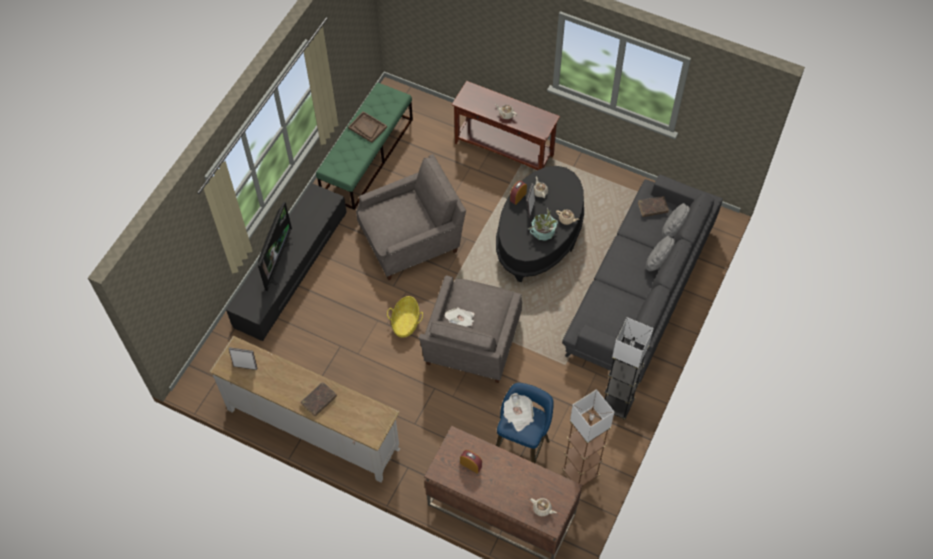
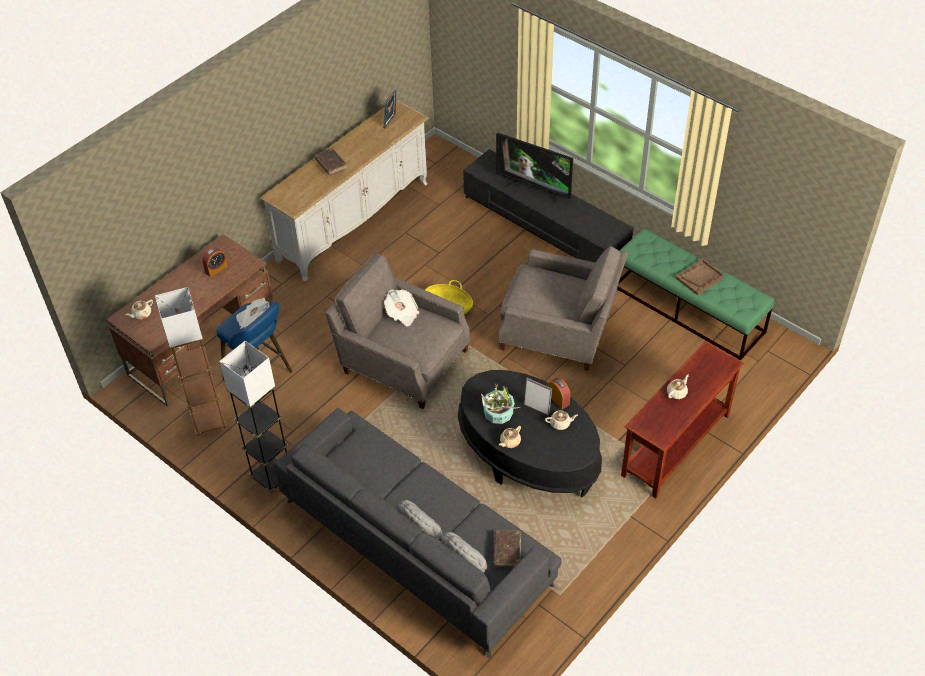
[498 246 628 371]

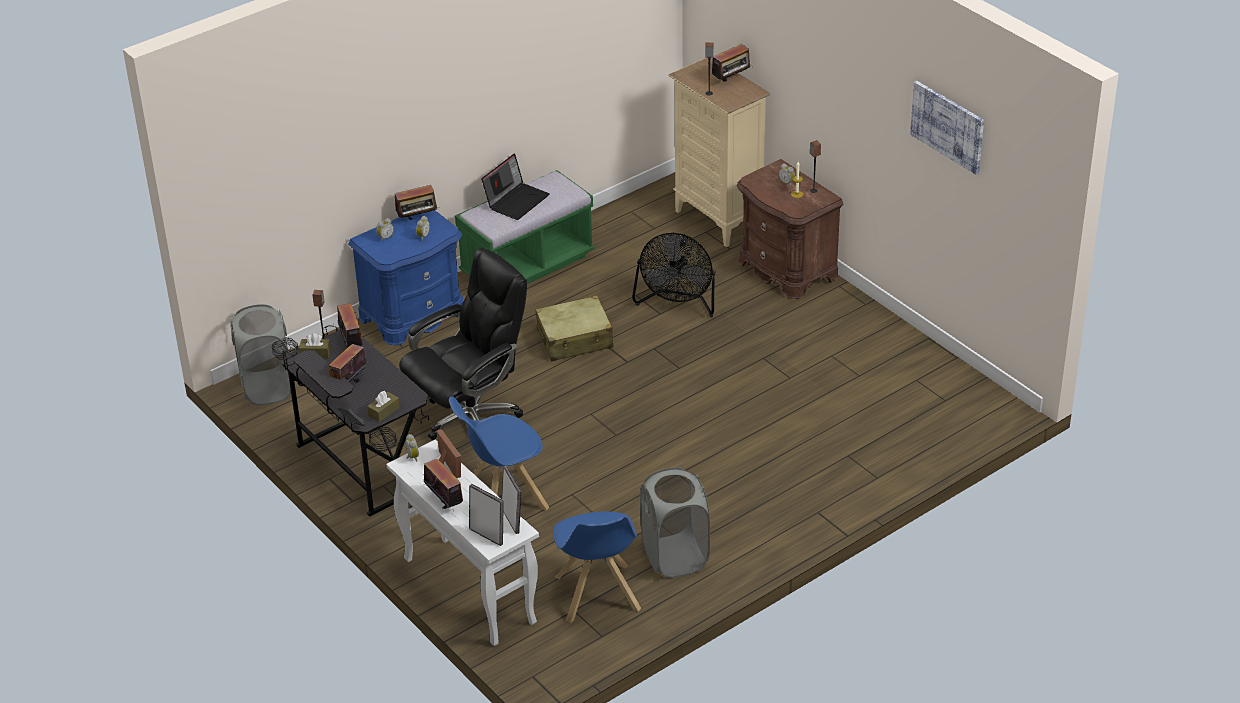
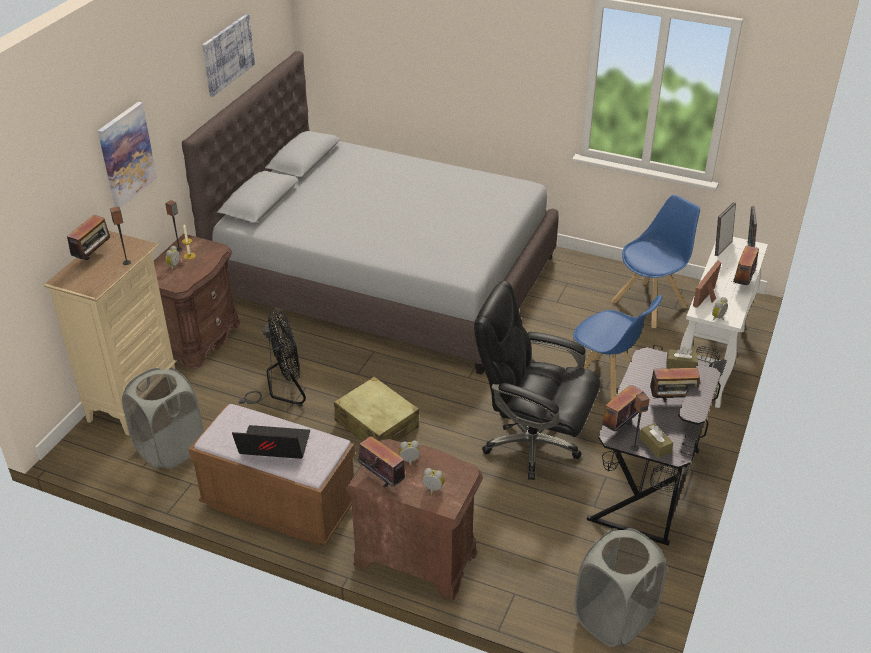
[67 215 111 260]
[189 404 355 546]
[345 439 483 600]
[122 368 203 469]
[182 51 559 375]
[98 102 157 208]

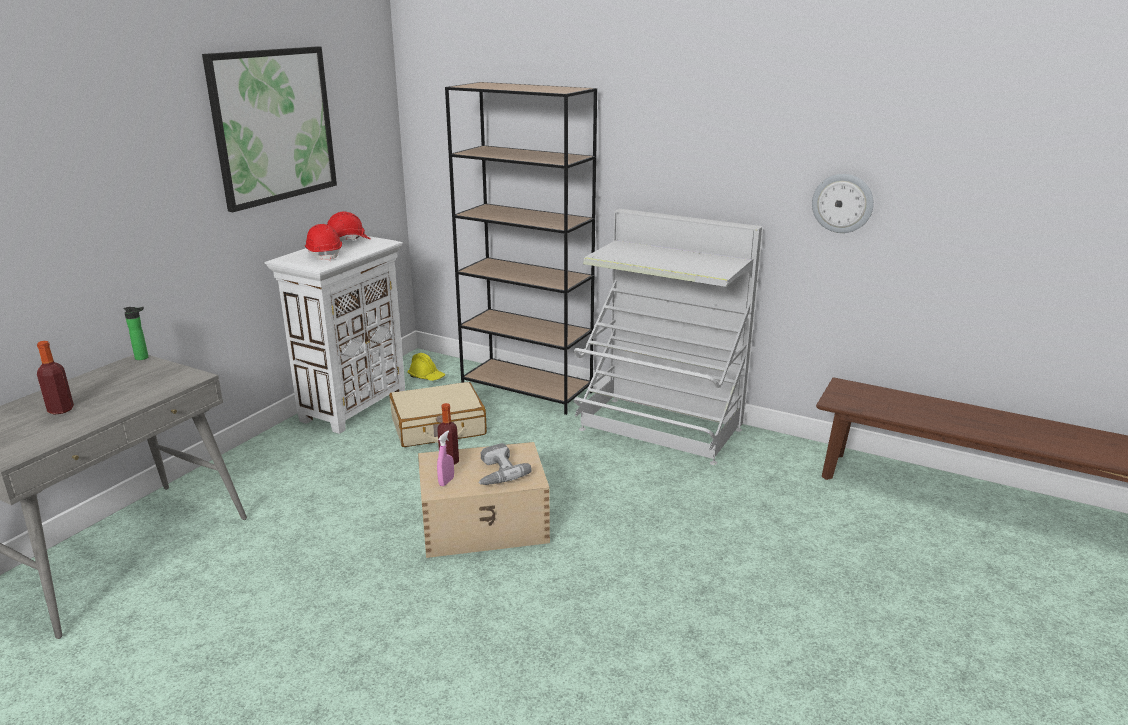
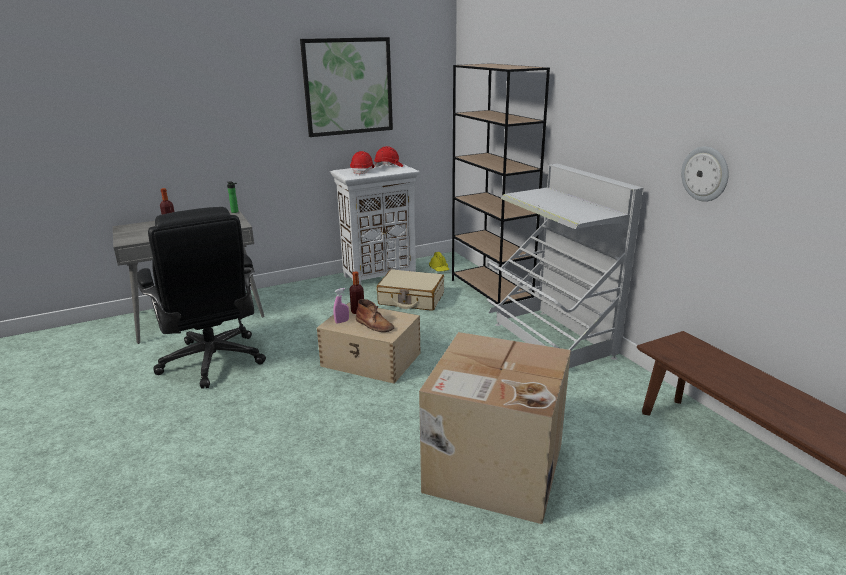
[356 299 394 332]
[137 207 266 389]
[419 332 571 524]

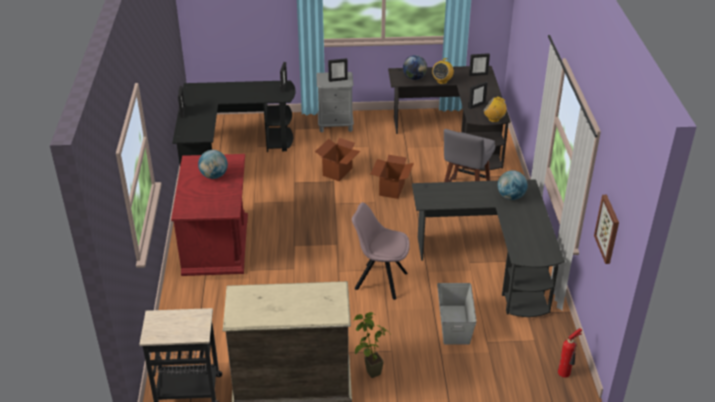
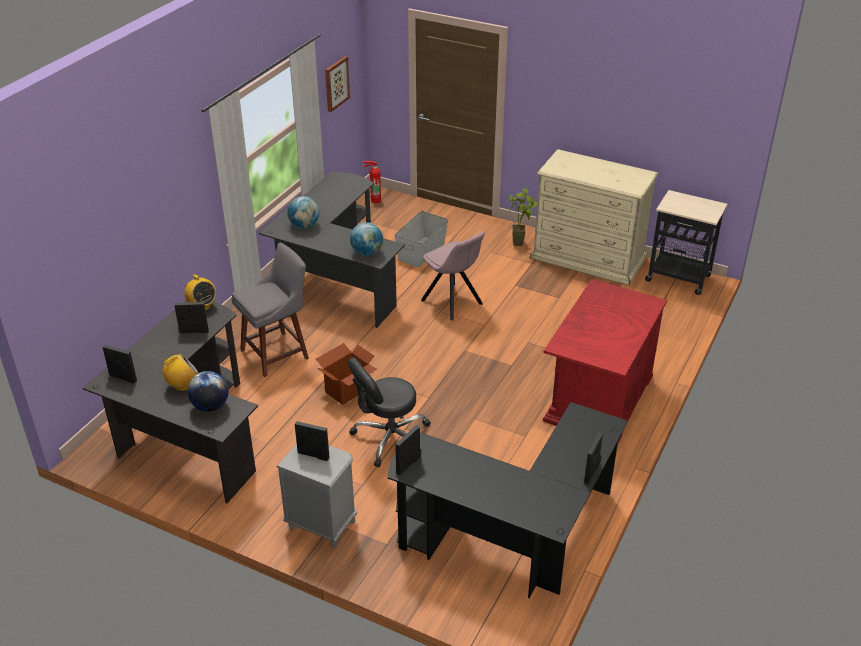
[347 357 431 467]
[350 222 383 256]

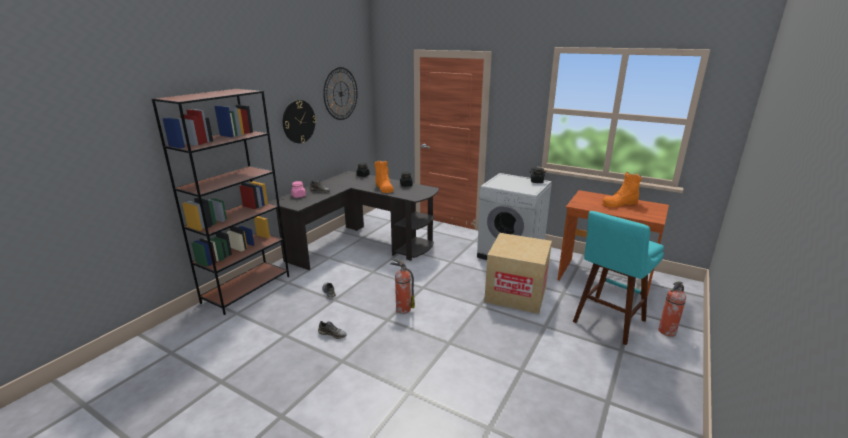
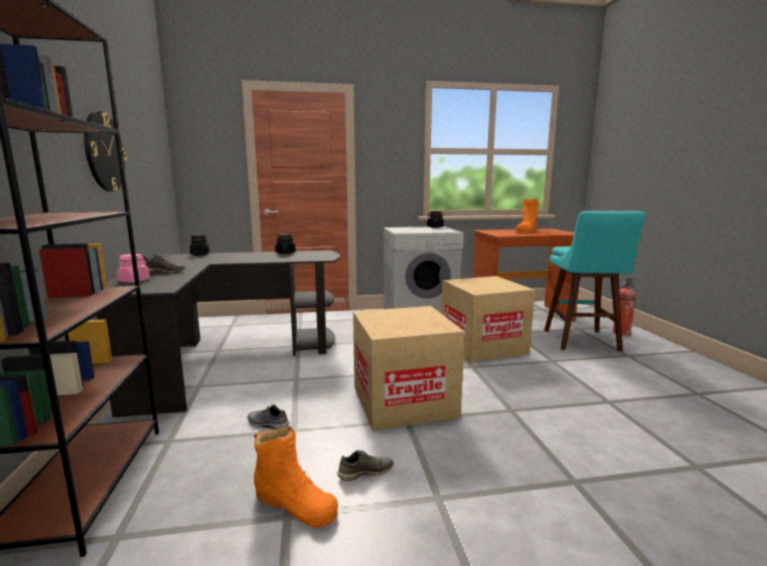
[323 67 358 120] (first image)
[254 426 338 528]
[353 306 465 430]

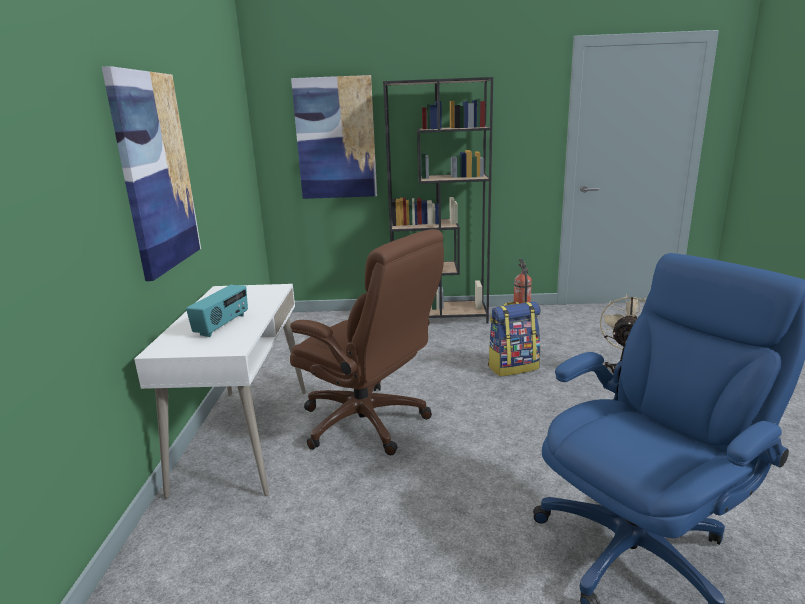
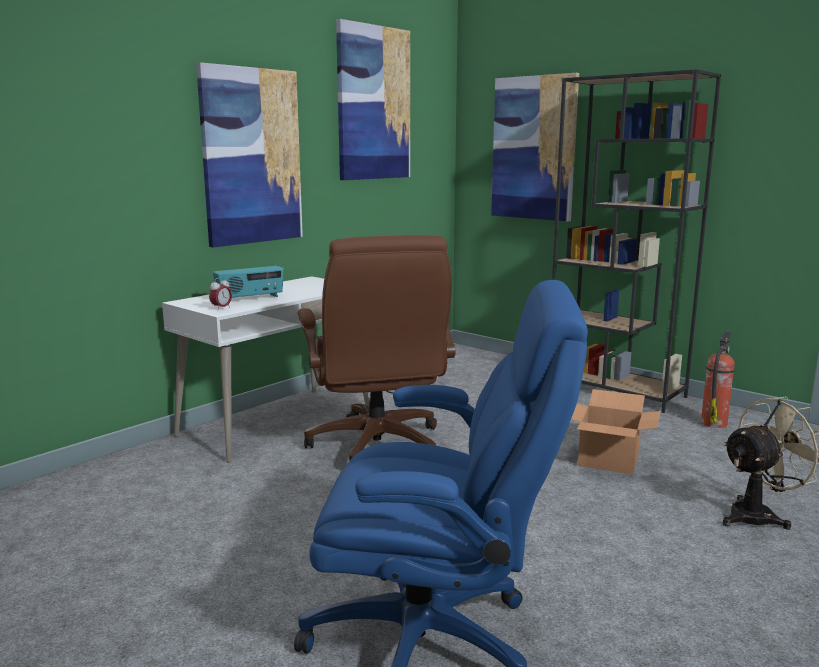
[571 389 661 475]
[336 19 410 180]
[209 277 232 309]

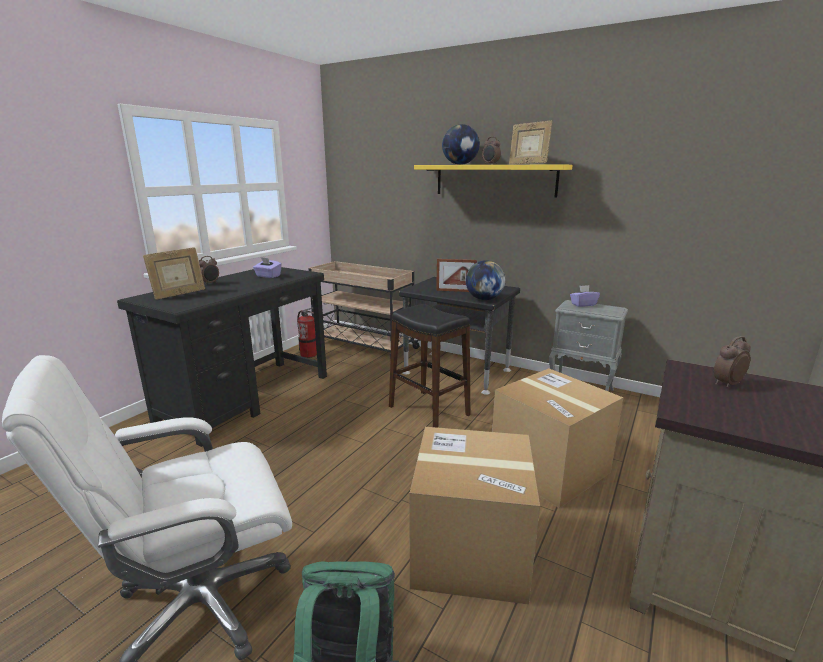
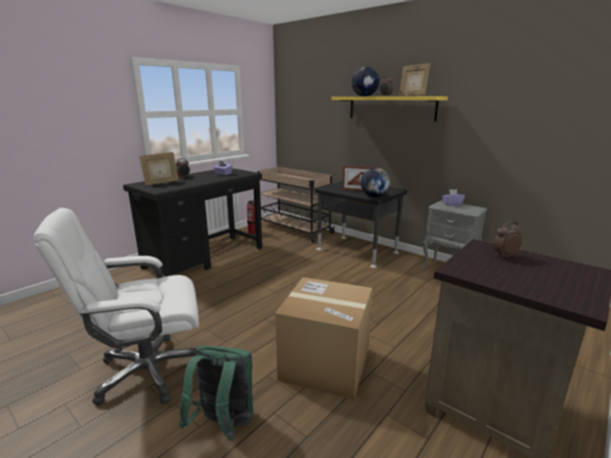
[389 304 470 428] (first image)
[492 368 624 508] (first image)

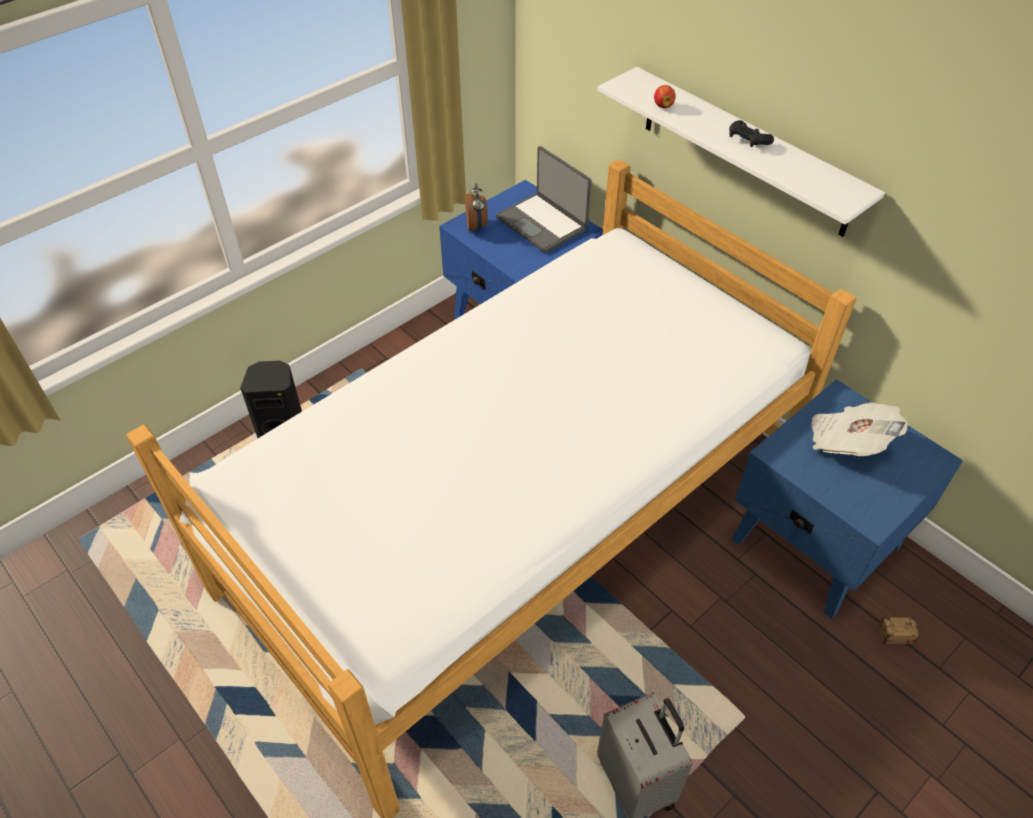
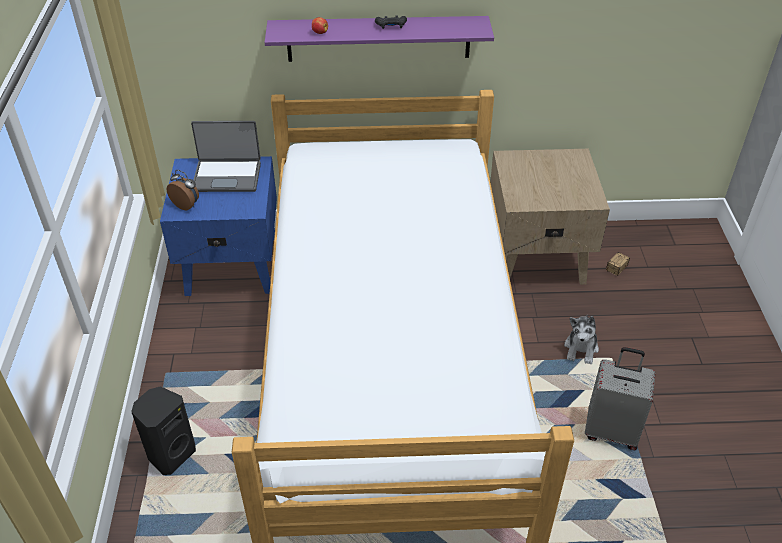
[265 16 494 62]
[490 149 610 285]
[812 402 908 456] (first image)
[564 315 599 364]

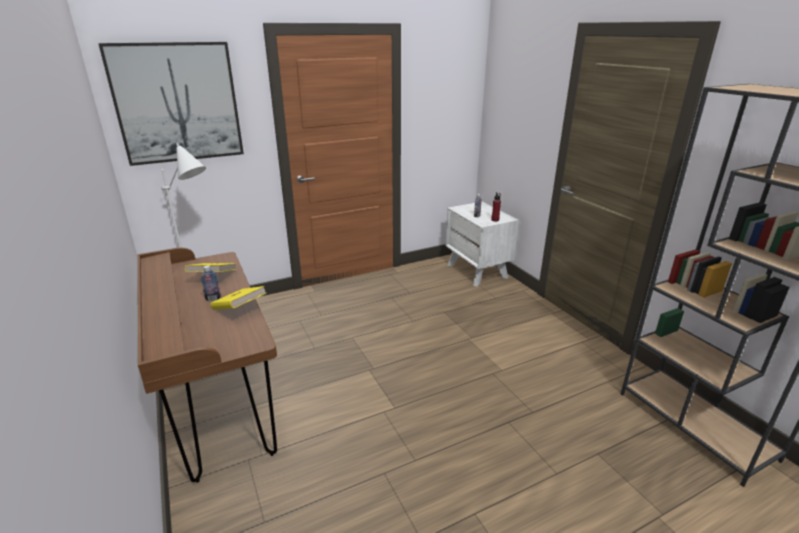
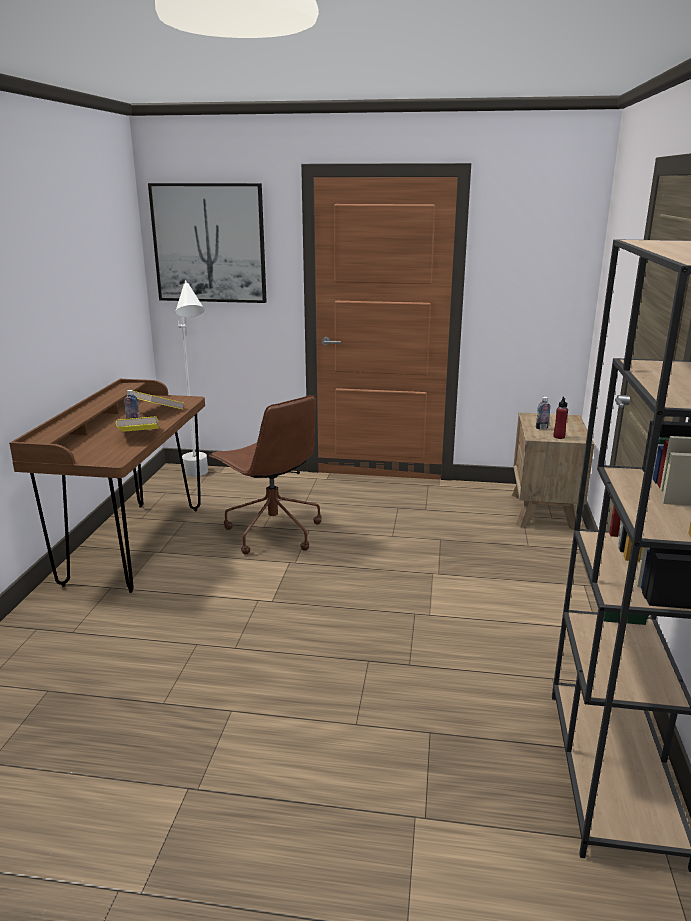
[512 412 594 530]
[209 395 322 555]

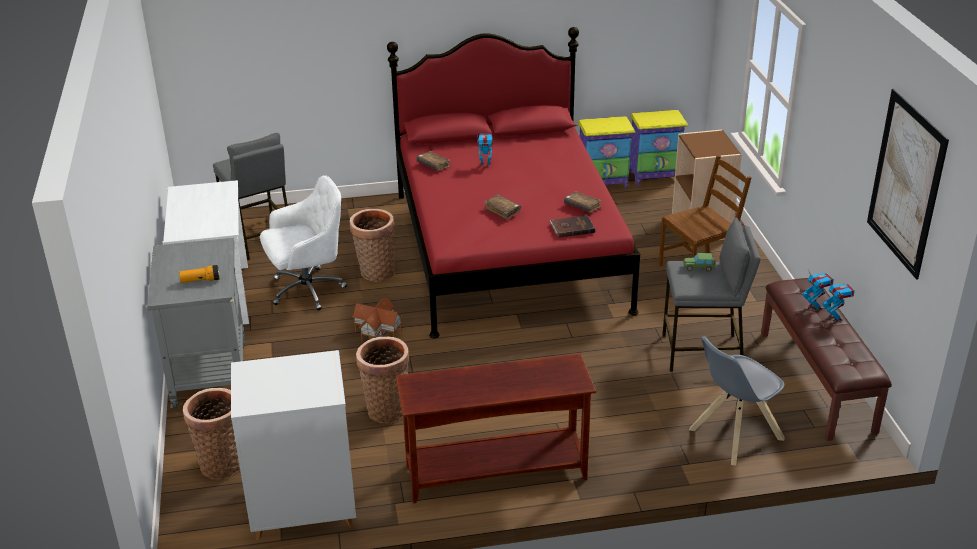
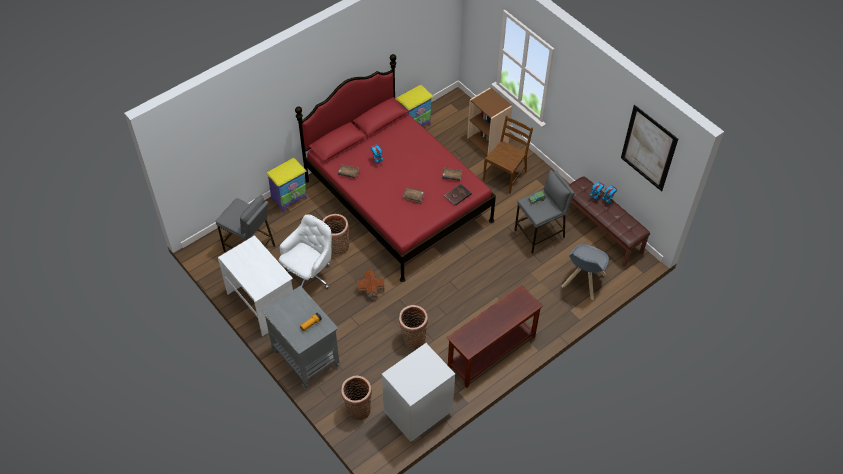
[266 158 307 212]

